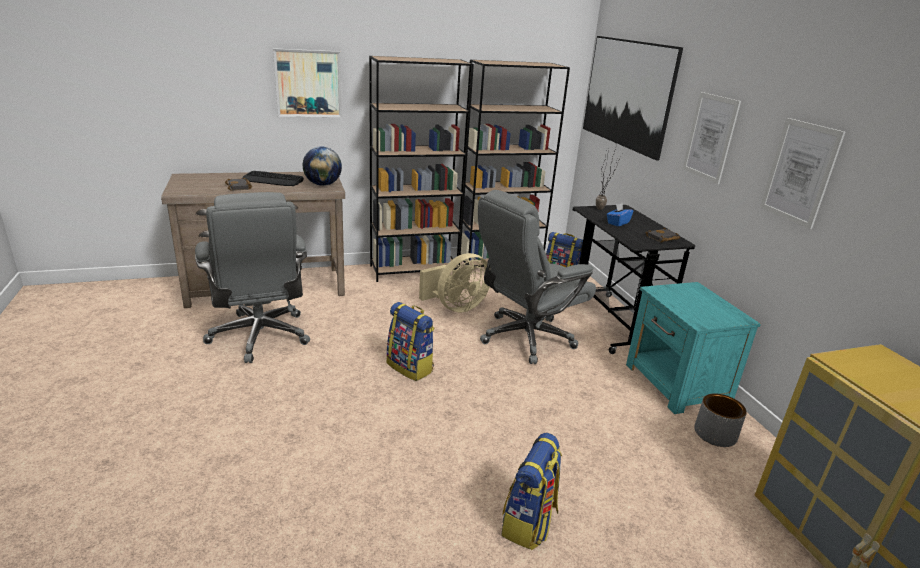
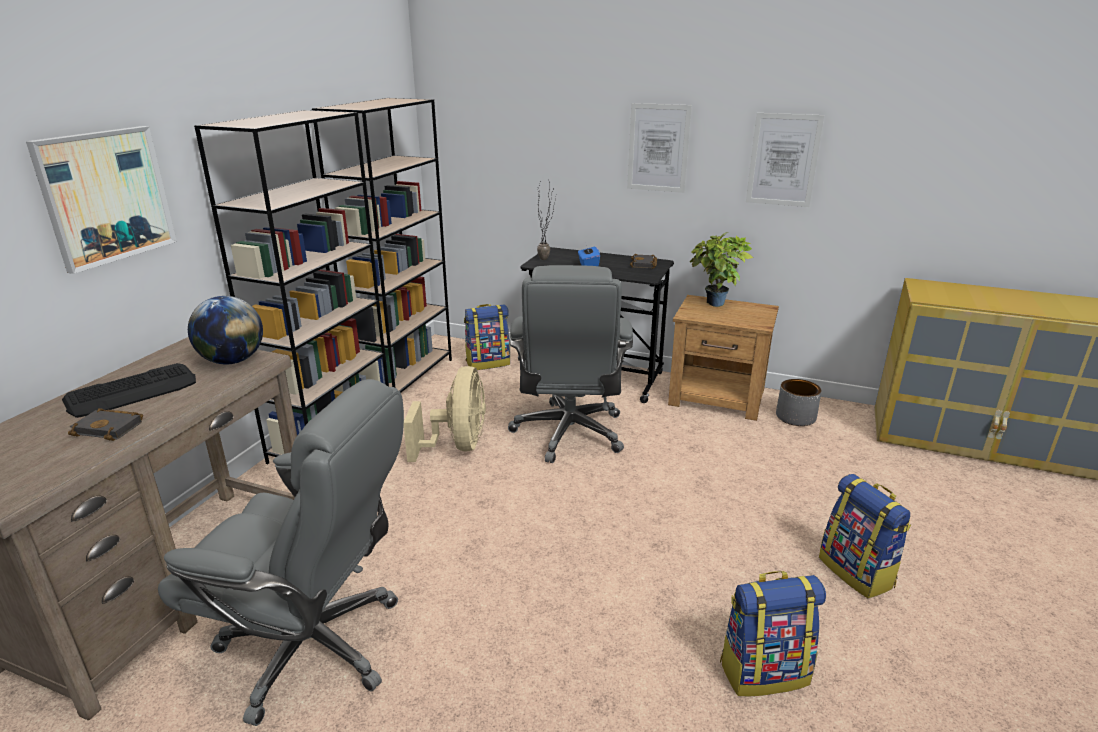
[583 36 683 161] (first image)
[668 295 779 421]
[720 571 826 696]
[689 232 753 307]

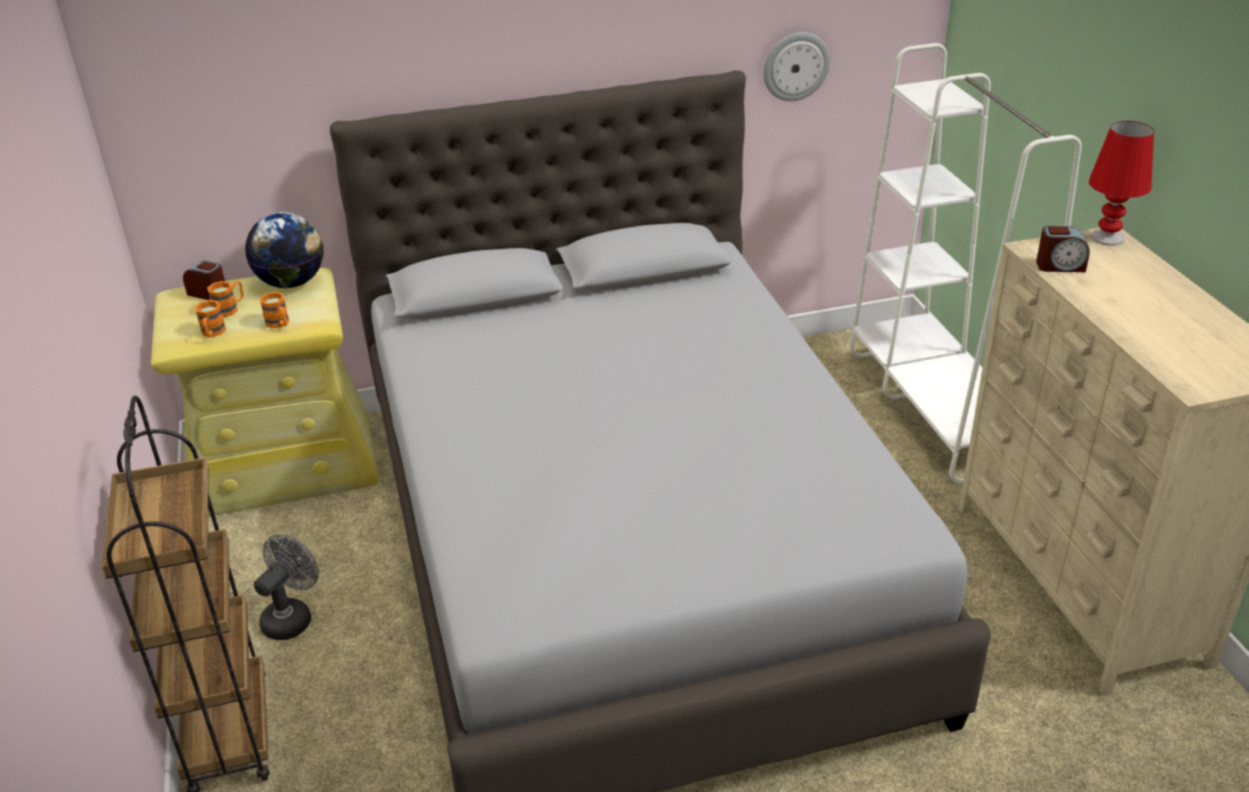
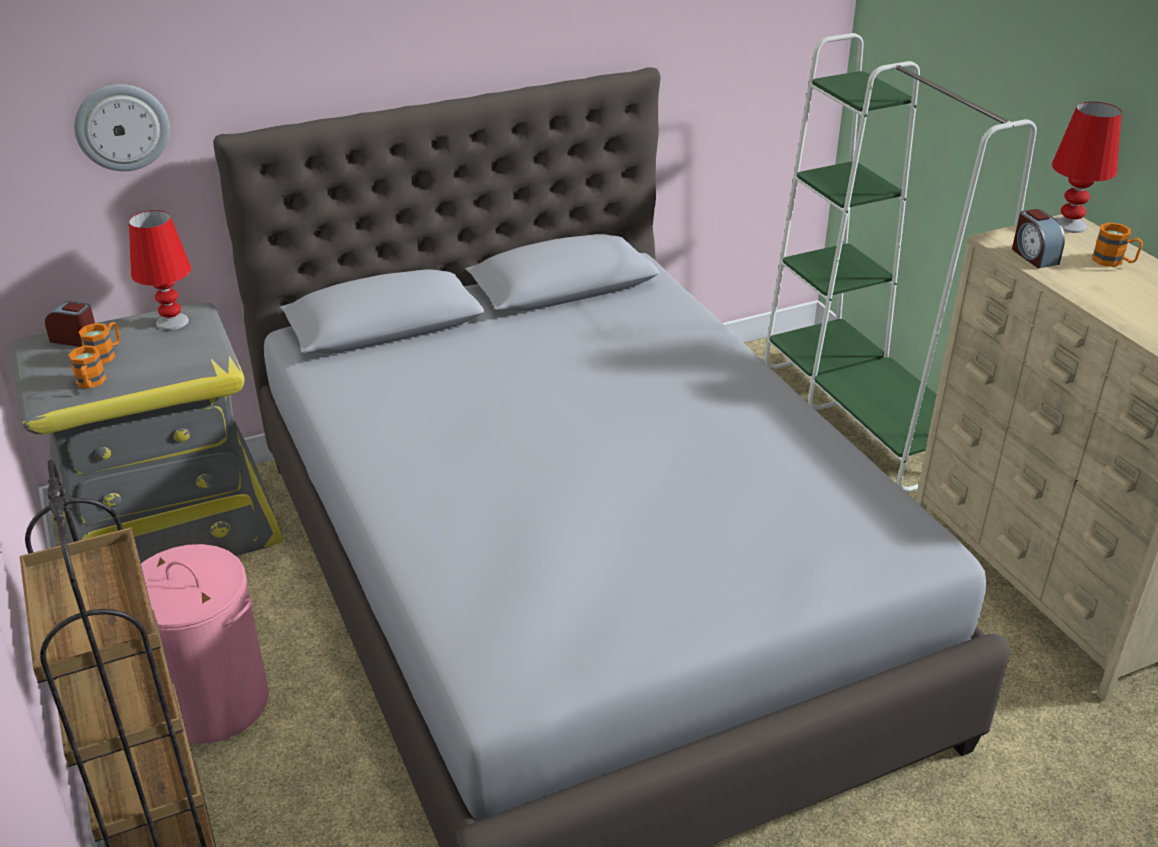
[74 84 170 171]
[764 33 1037 492]
[129 210 191 330]
[1012 209 1065 269]
[10 303 283 563]
[1092 222 1143 267]
[141 544 269 744]

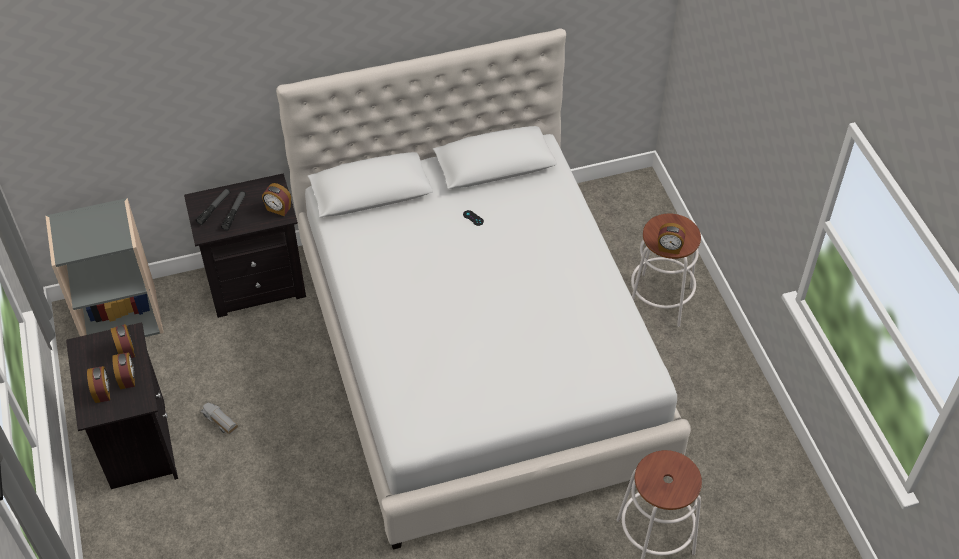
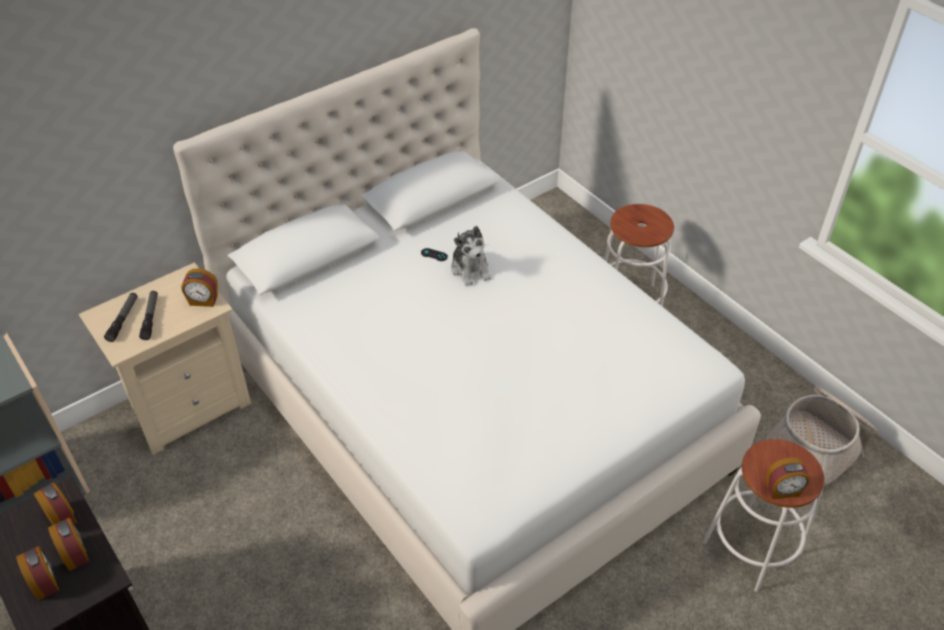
[79 262 251 455]
[766 458 810 499]
[201 403 238 434] (first image)
[451 226 491 286]
[765 386 878 497]

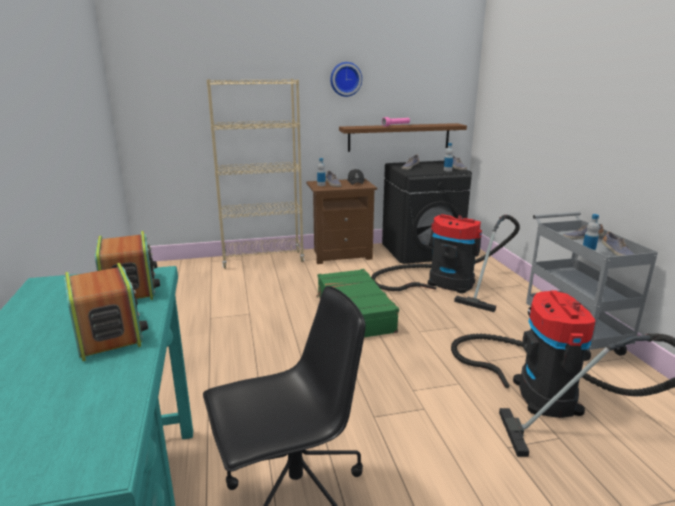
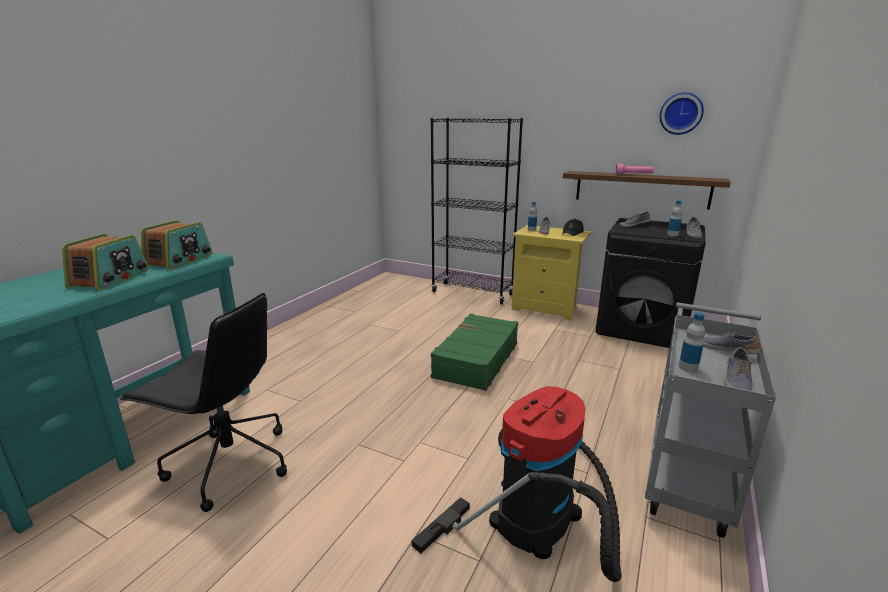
[660 92 704 135]
[430 118 523 304]
[512 225 591 321]
[371 214 520 312] (first image)

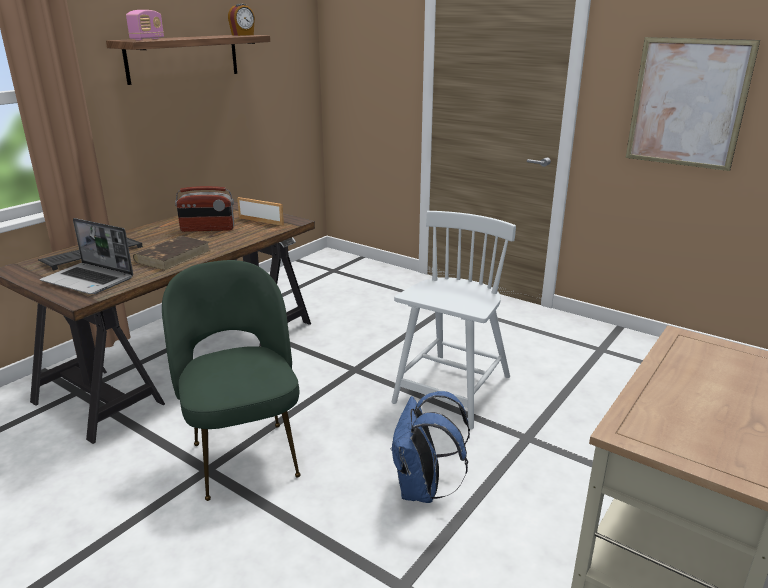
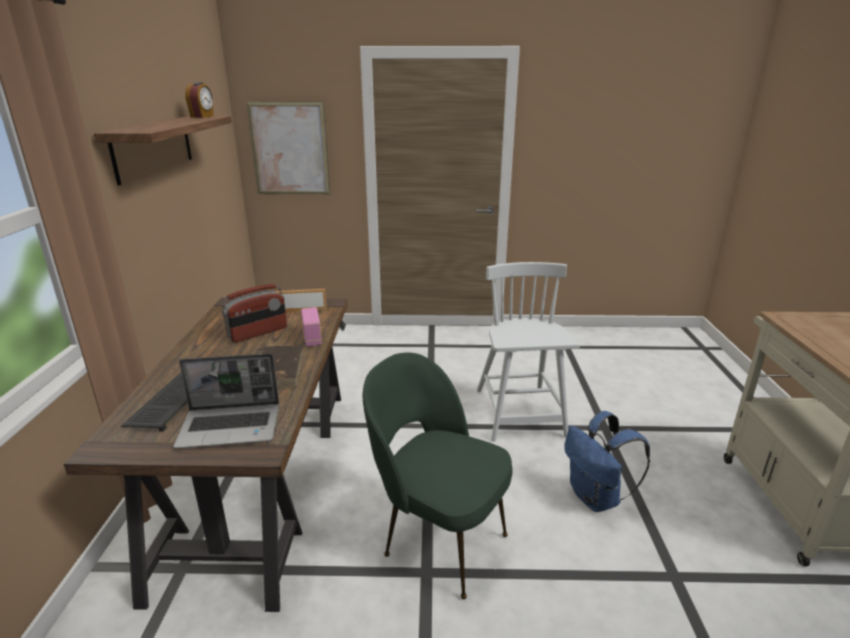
[301 307 322 346]
[246 102 330 194]

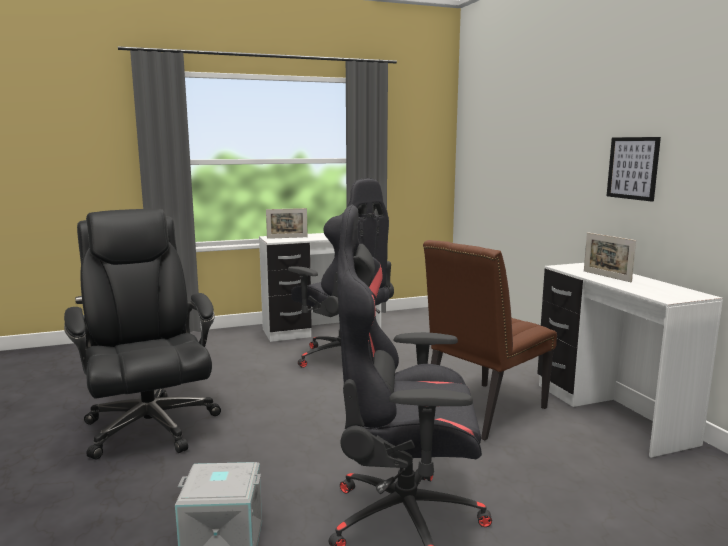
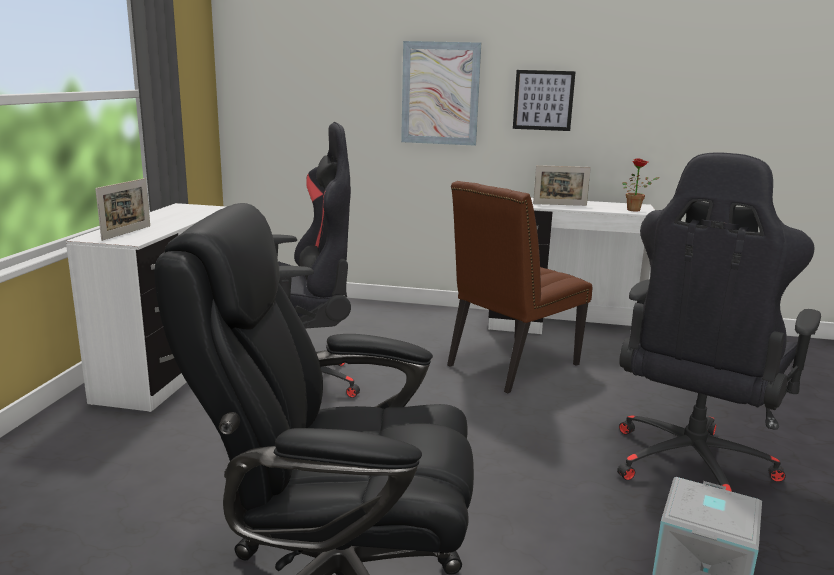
[447 181 593 394]
[401 41 481 146]
[622 158 660 212]

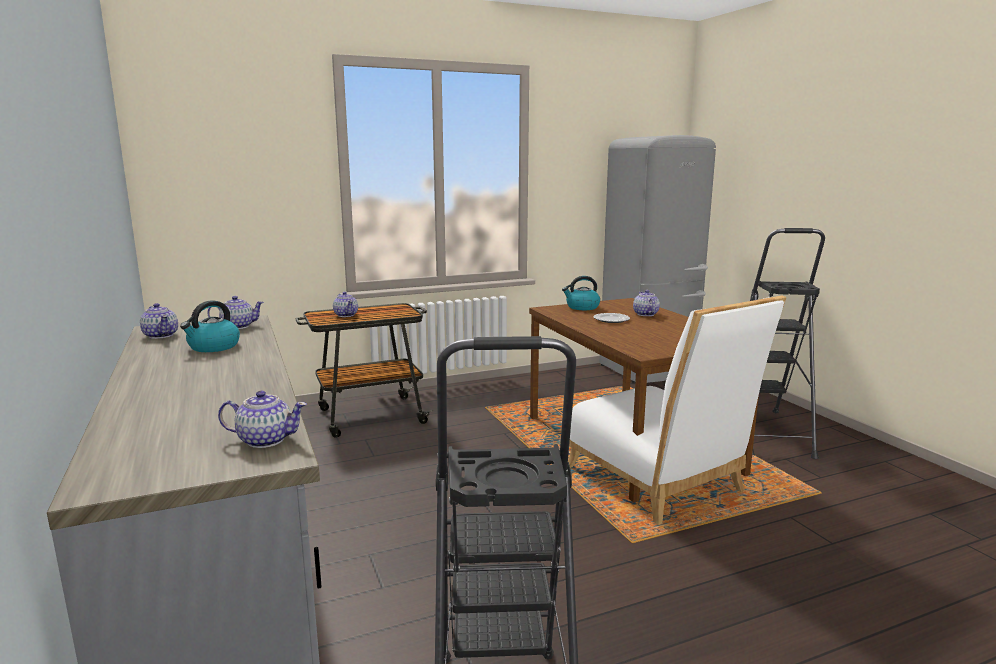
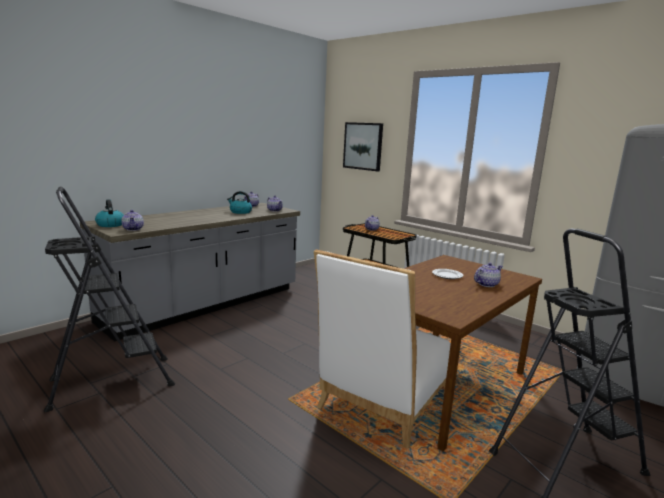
[95 199 124 227]
[343 122 383 171]

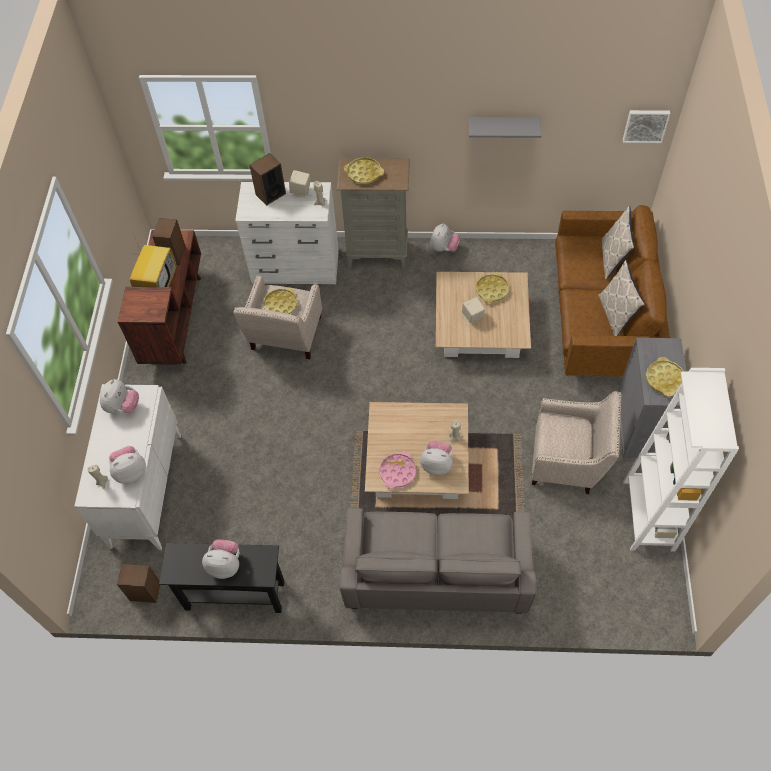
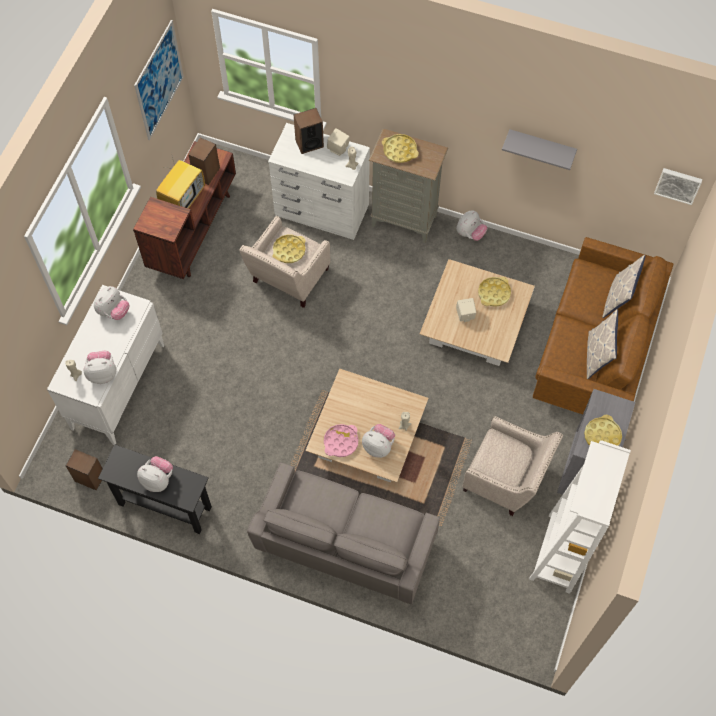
[134 20 184 140]

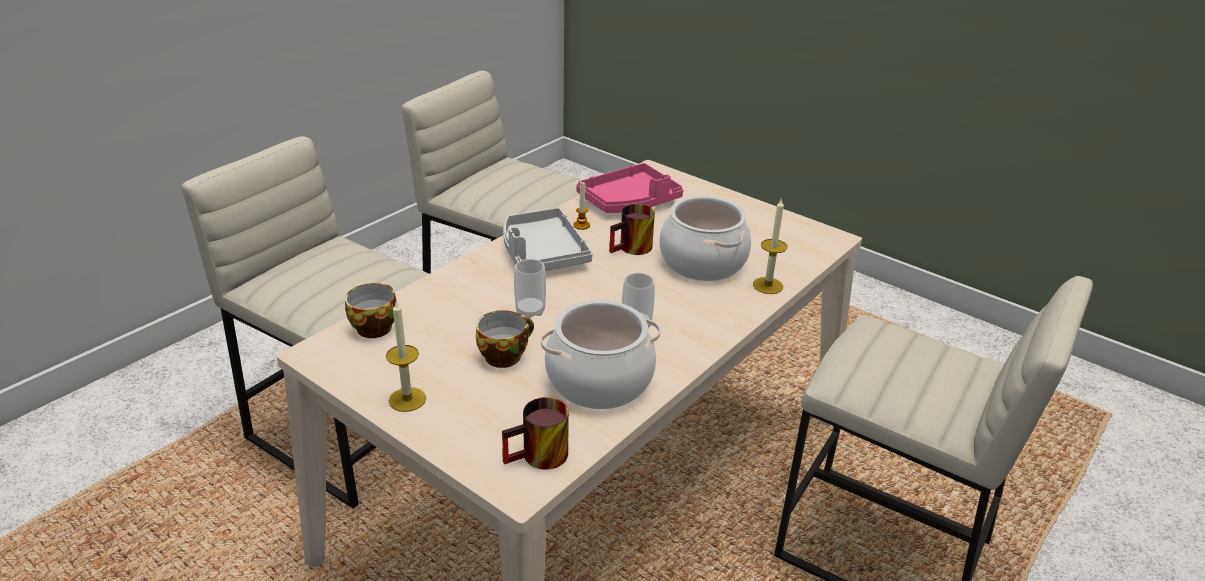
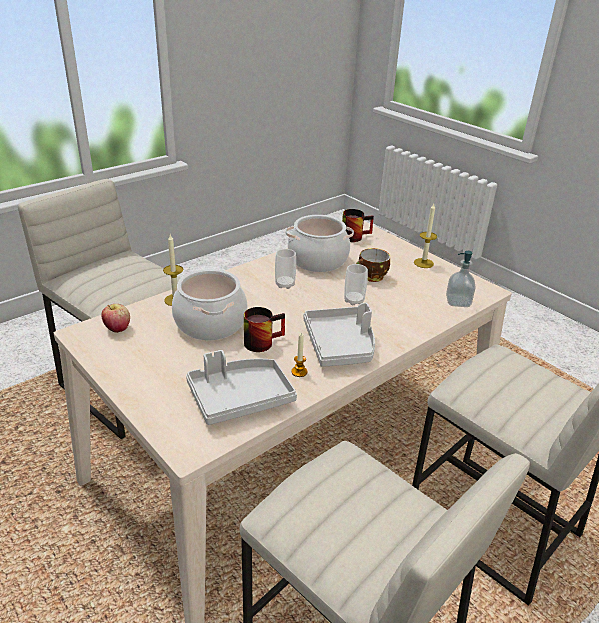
[186 350 297 425]
[446 251 475 307]
[101 304 130 333]

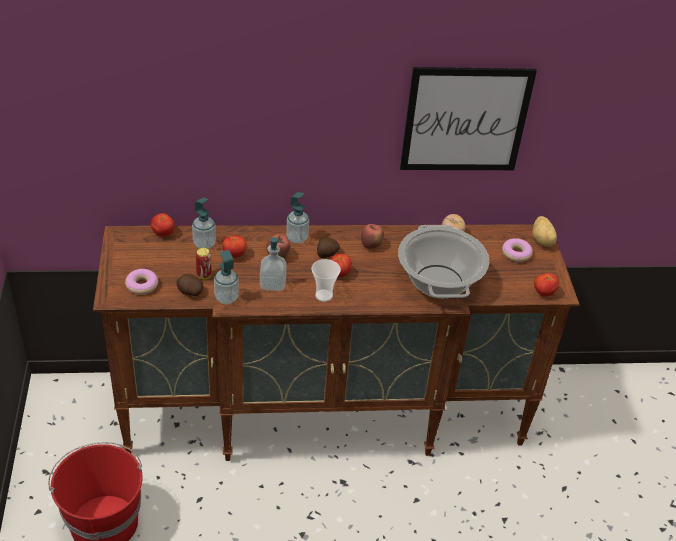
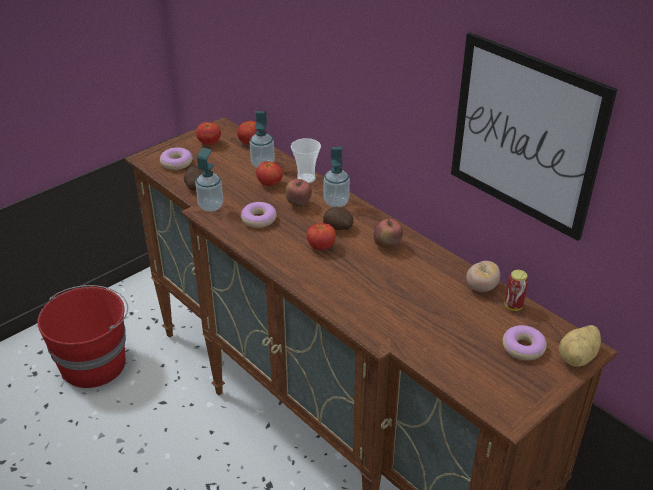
[398 225 489 298] (first image)
[241 202 277 228]
[504 270 528 311]
[291 138 321 183]
[196 122 221 145]

